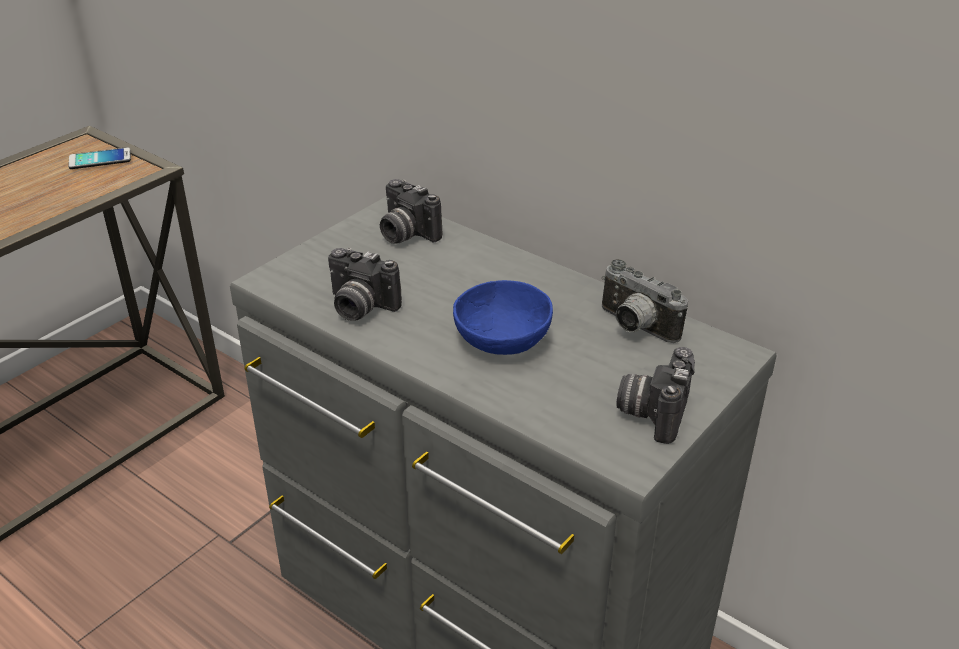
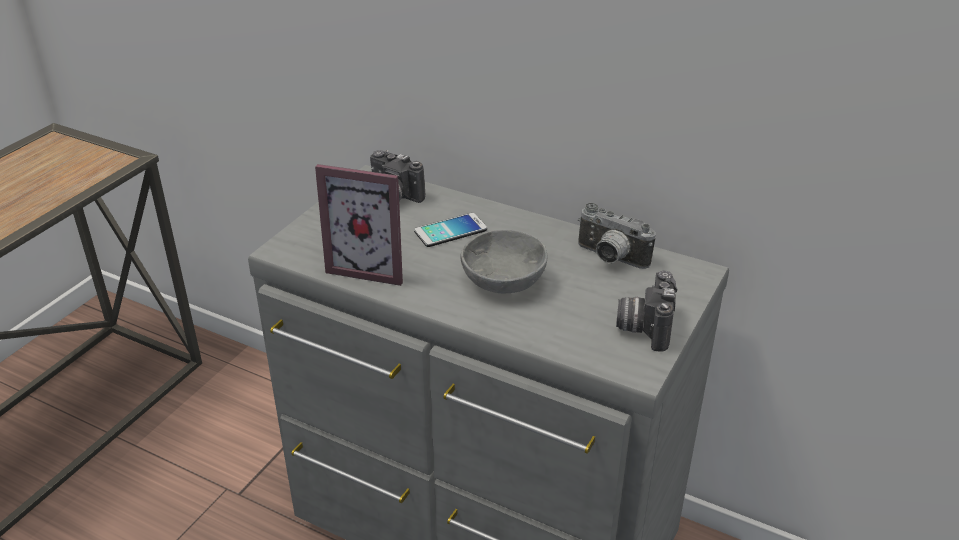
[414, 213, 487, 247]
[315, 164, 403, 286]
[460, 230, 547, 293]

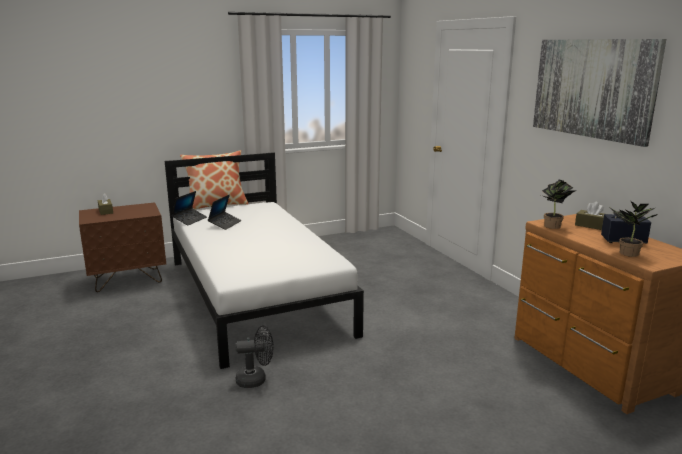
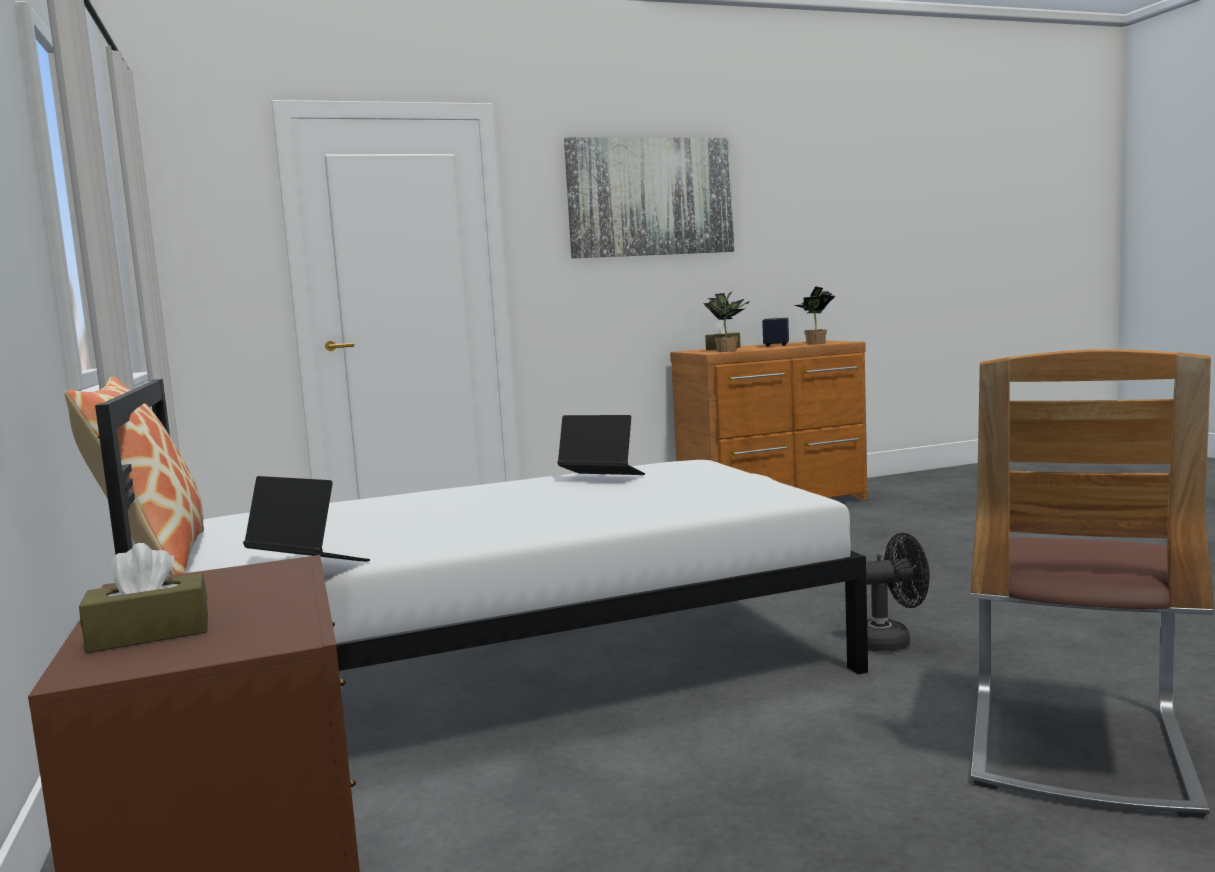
[557, 415, 645, 475]
[866, 533, 930, 651]
[971, 349, 1214, 818]

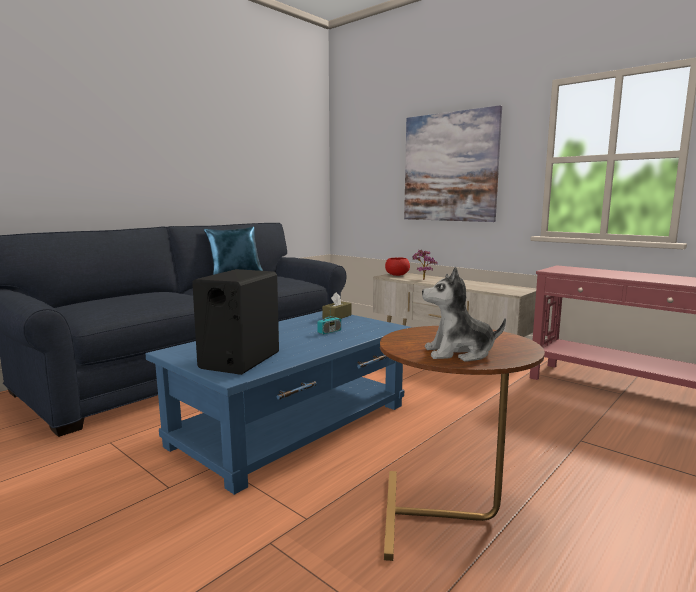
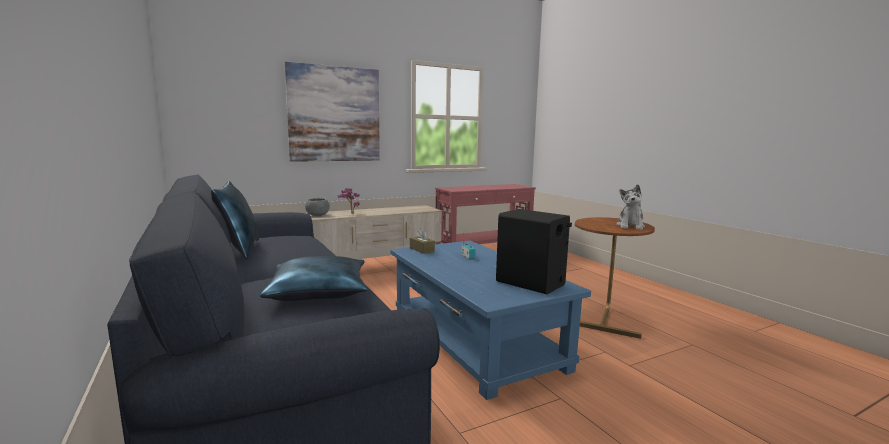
[305, 198, 330, 216]
[260, 256, 368, 301]

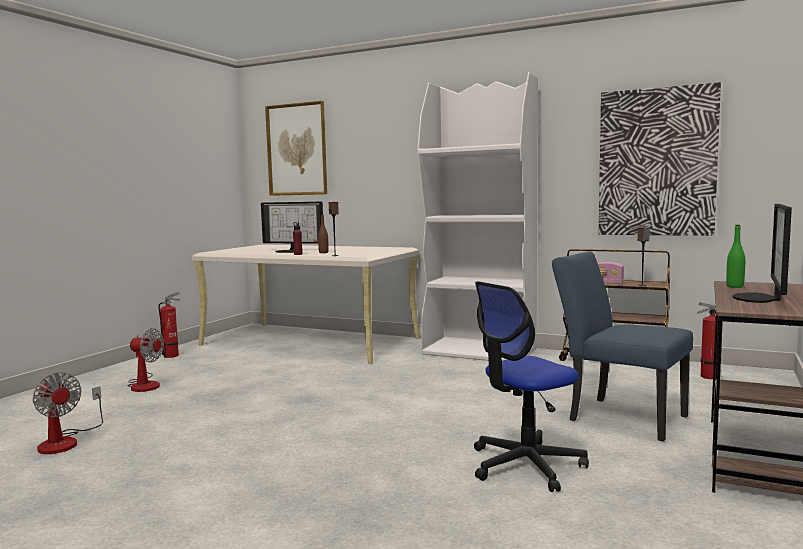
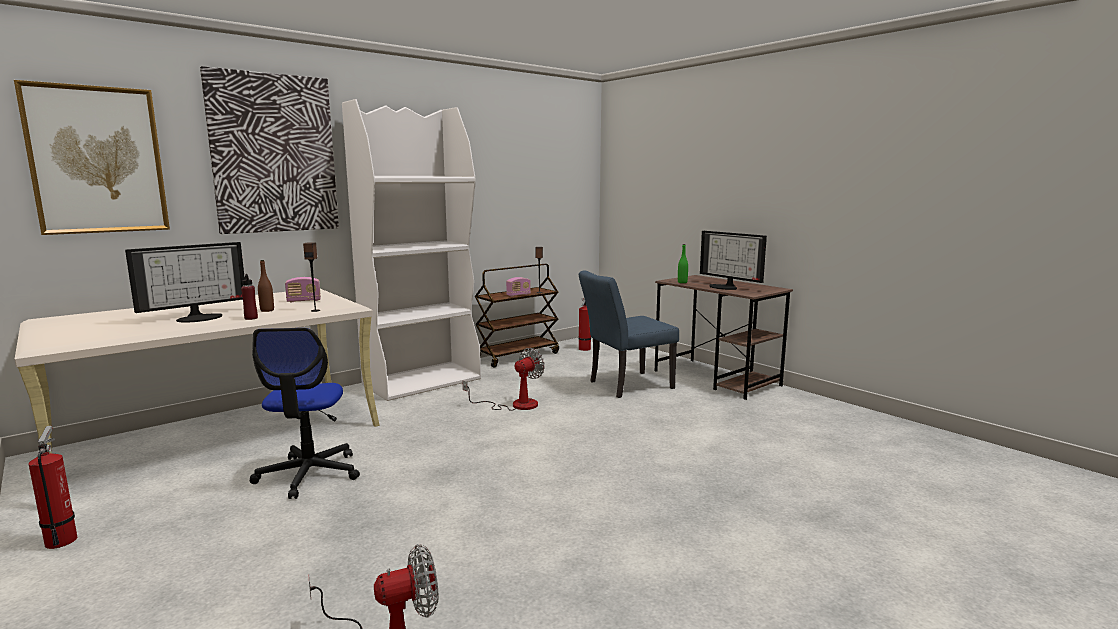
[200, 66, 339, 234]
[250, 328, 360, 499]
[463, 348, 545, 411]
[285, 277, 321, 302]

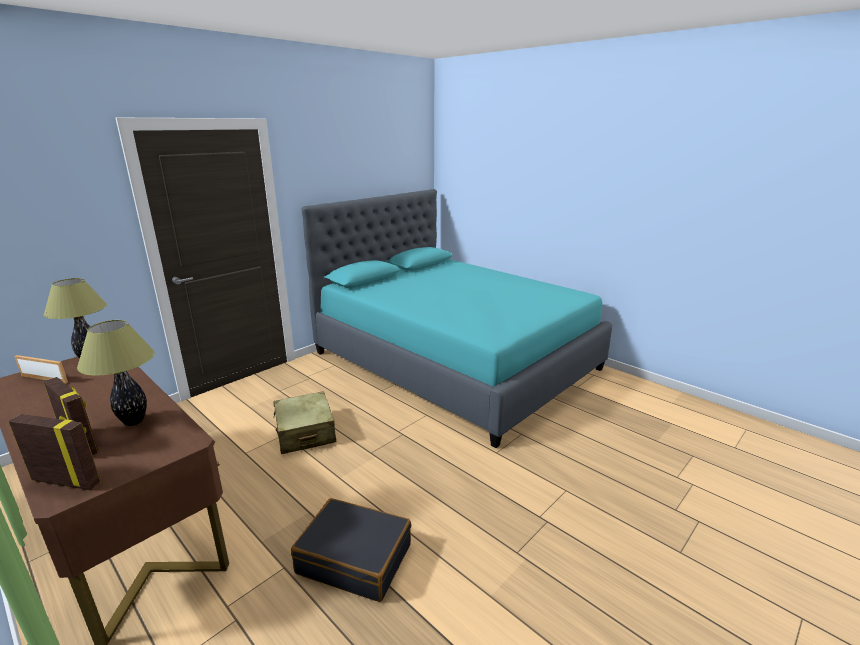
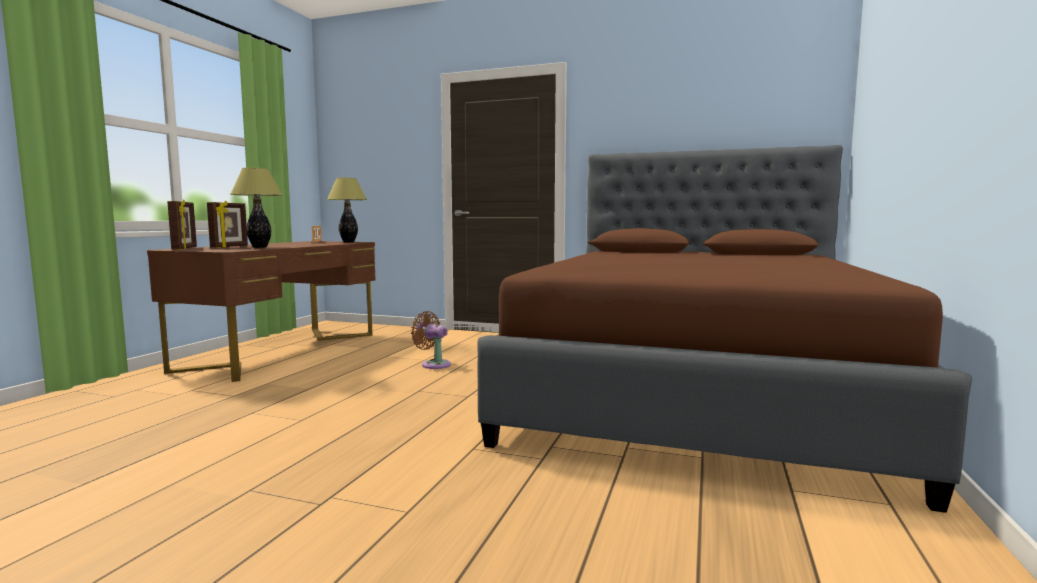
[477, 145, 972, 513]
[411, 311, 451, 369]
[291, 498, 411, 602] (first image)

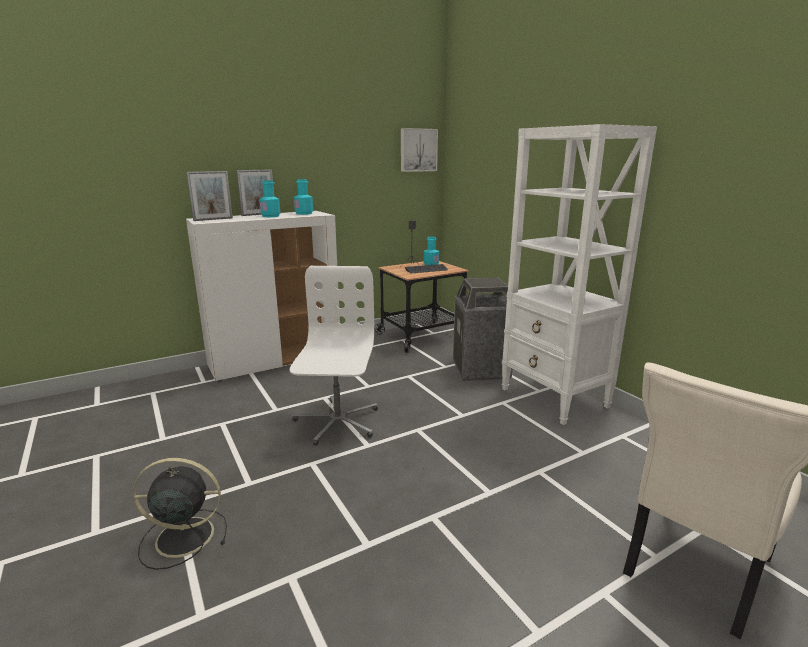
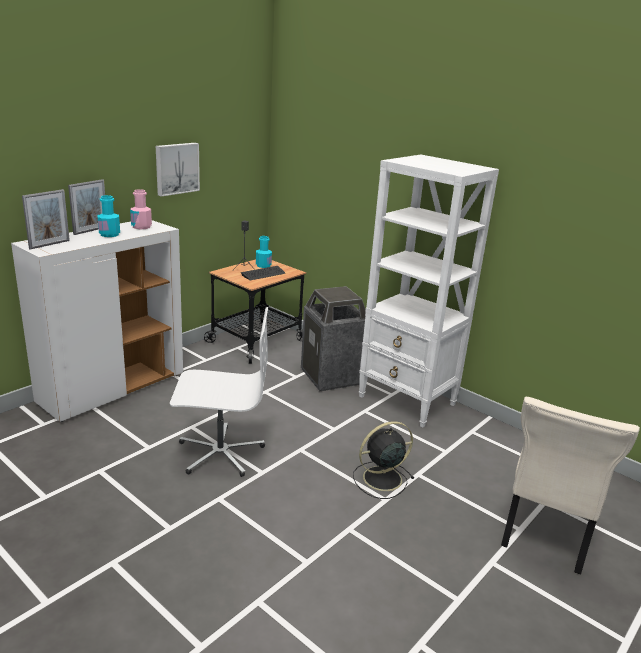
[156, 143, 200, 197]
[130, 189, 152, 229]
[170, 307, 268, 477]
[353, 421, 415, 499]

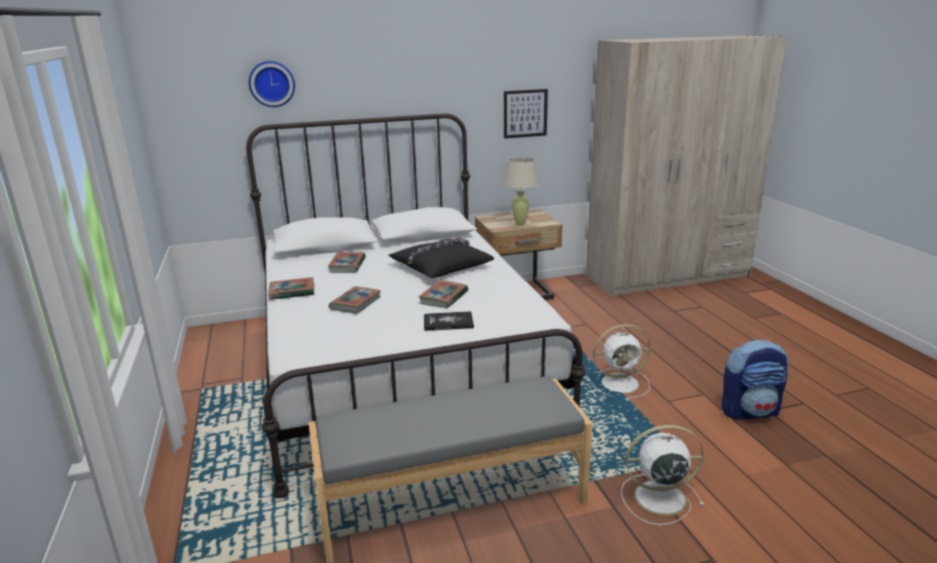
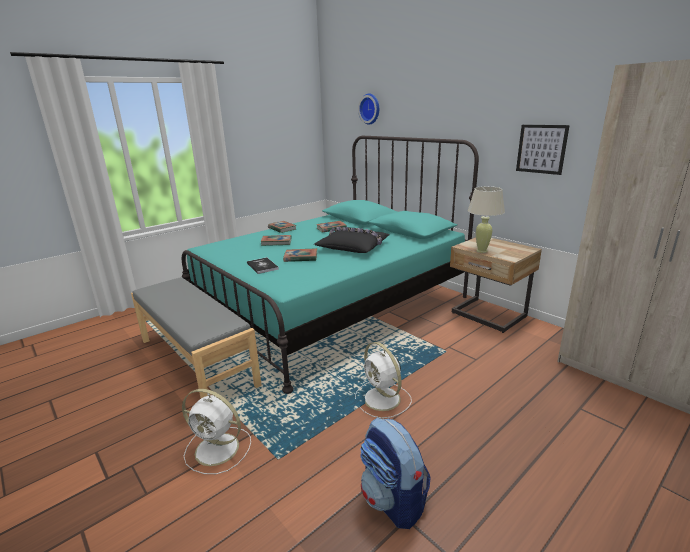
[182, 136, 479, 394]
[182, 389, 251, 474]

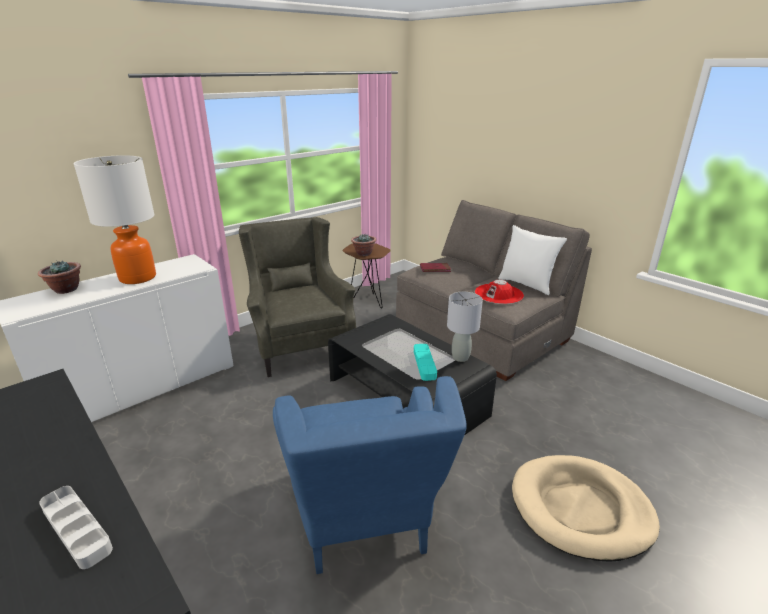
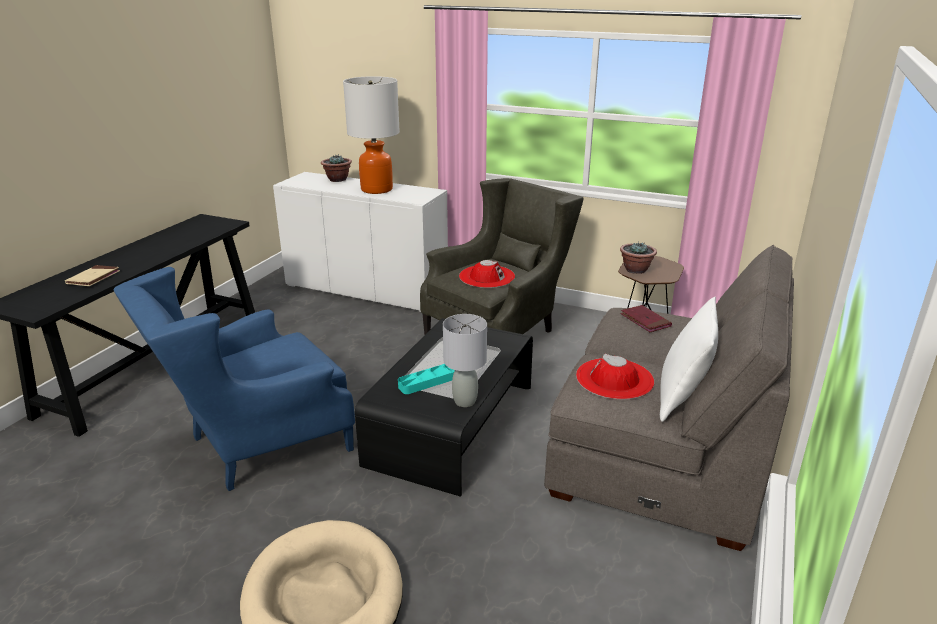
[65, 265, 120, 286]
[459, 260, 515, 288]

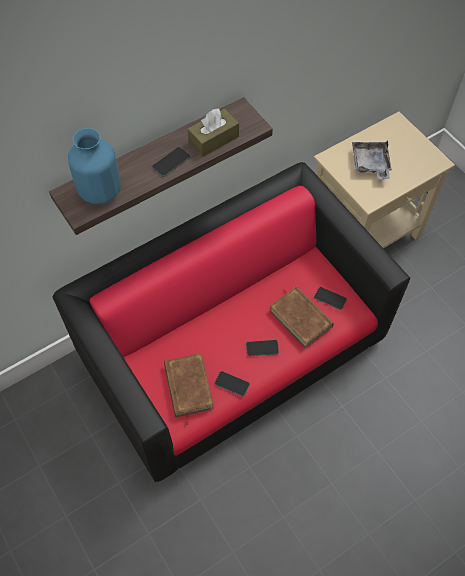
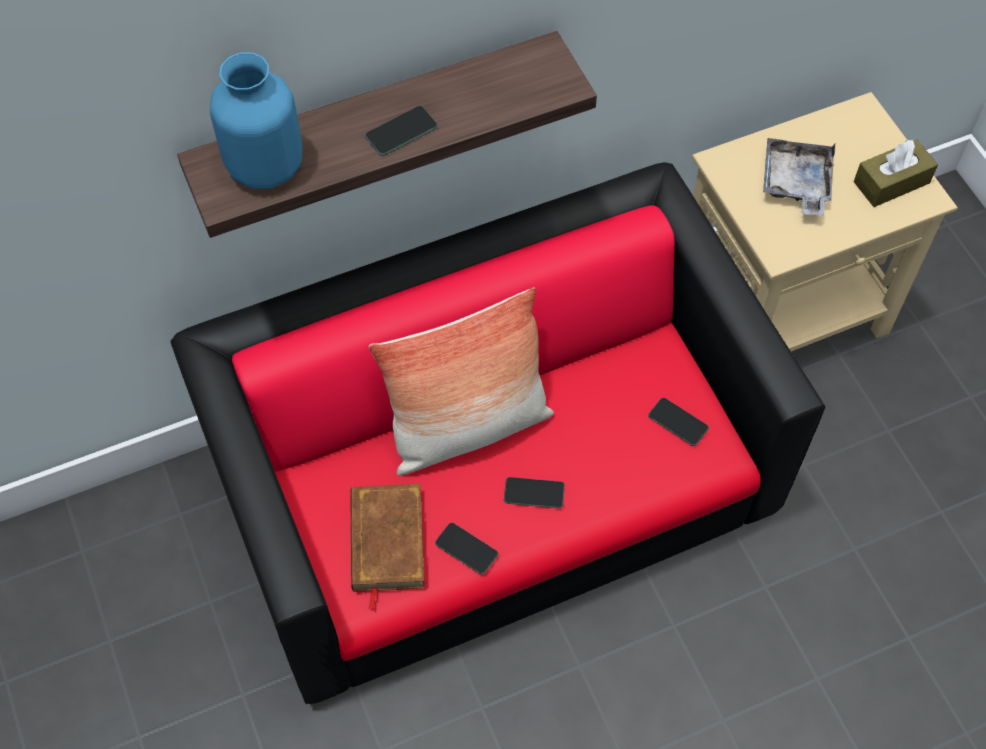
[854, 139, 938, 207]
[269, 286, 334, 349] (first image)
[369, 287, 554, 476]

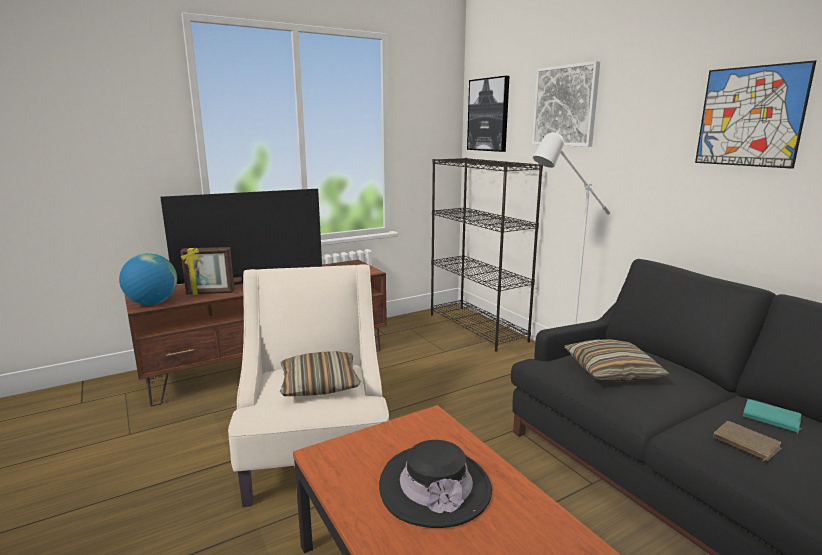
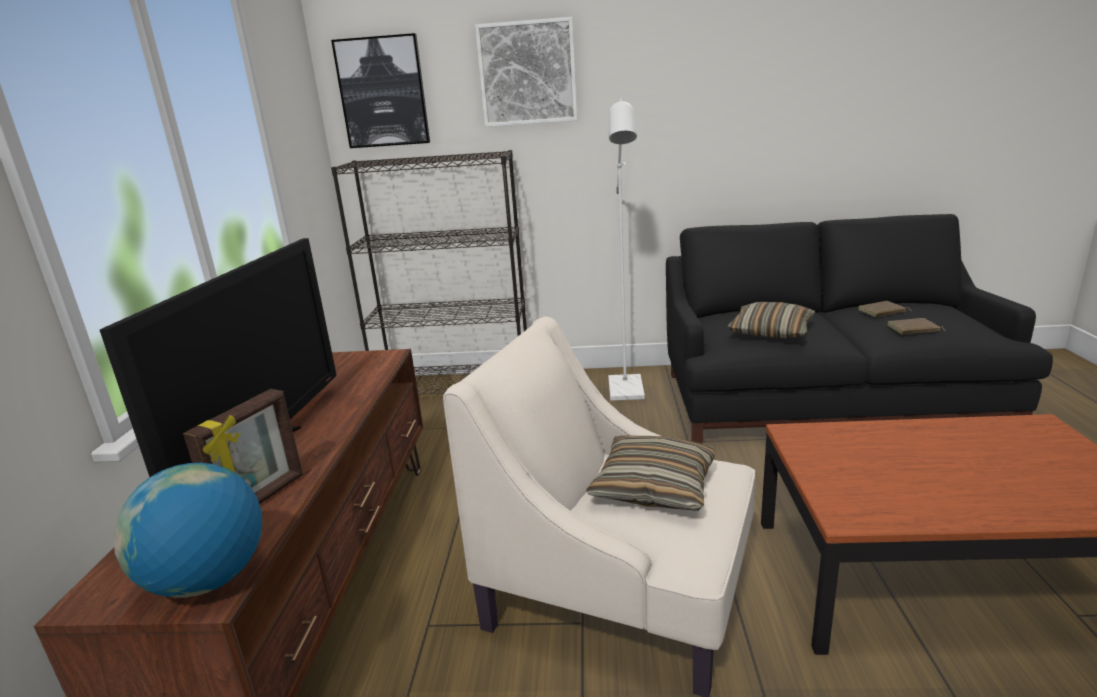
[695, 60, 816, 169] (first image)
[858, 301, 908, 317]
[379, 440, 492, 528] (first image)

